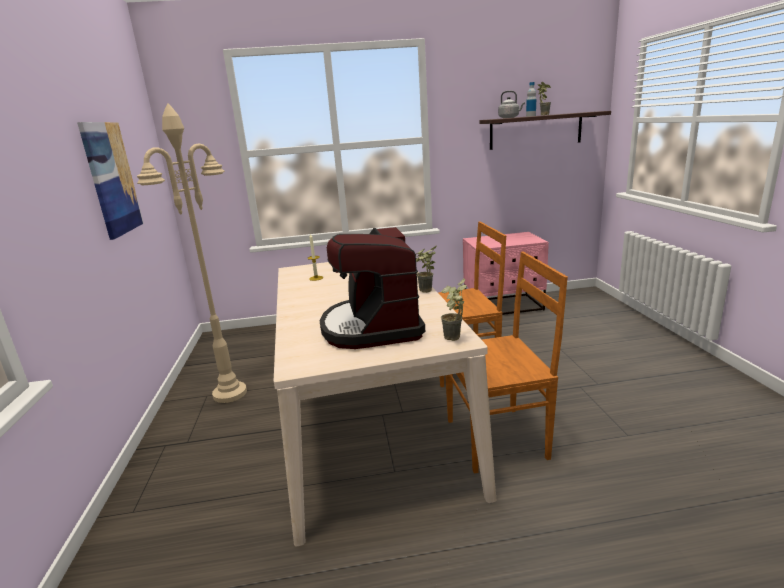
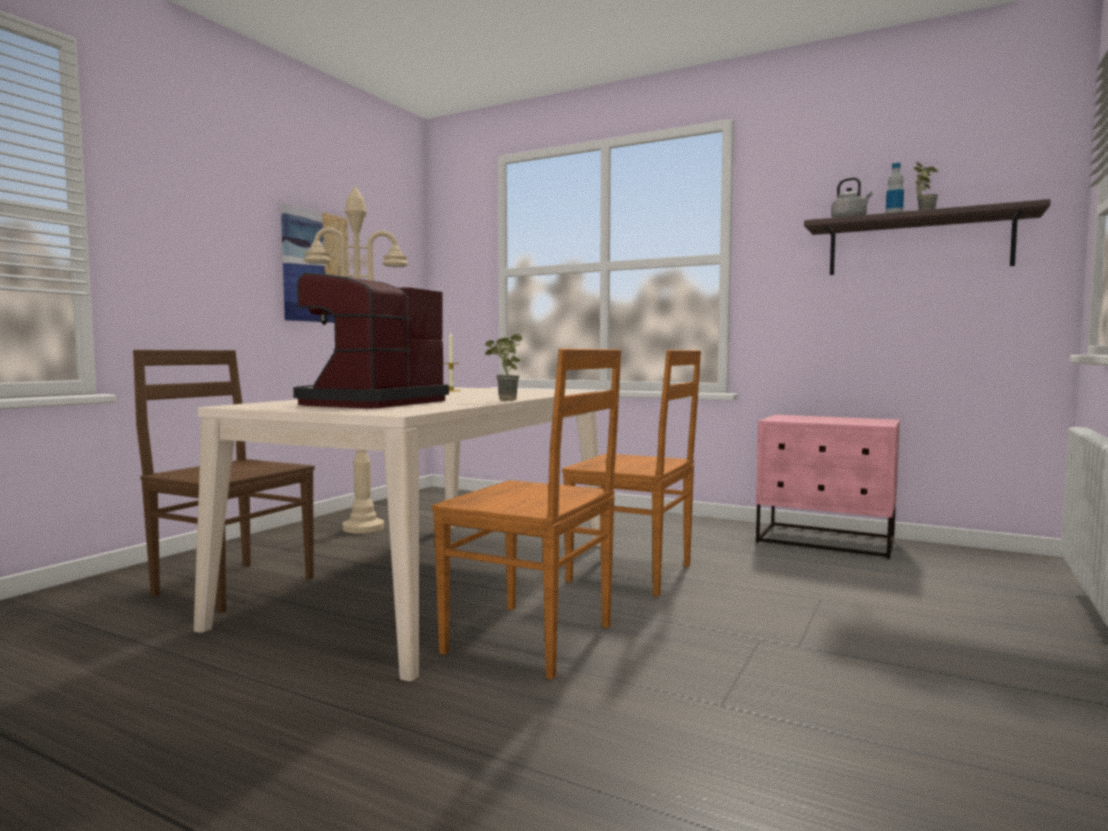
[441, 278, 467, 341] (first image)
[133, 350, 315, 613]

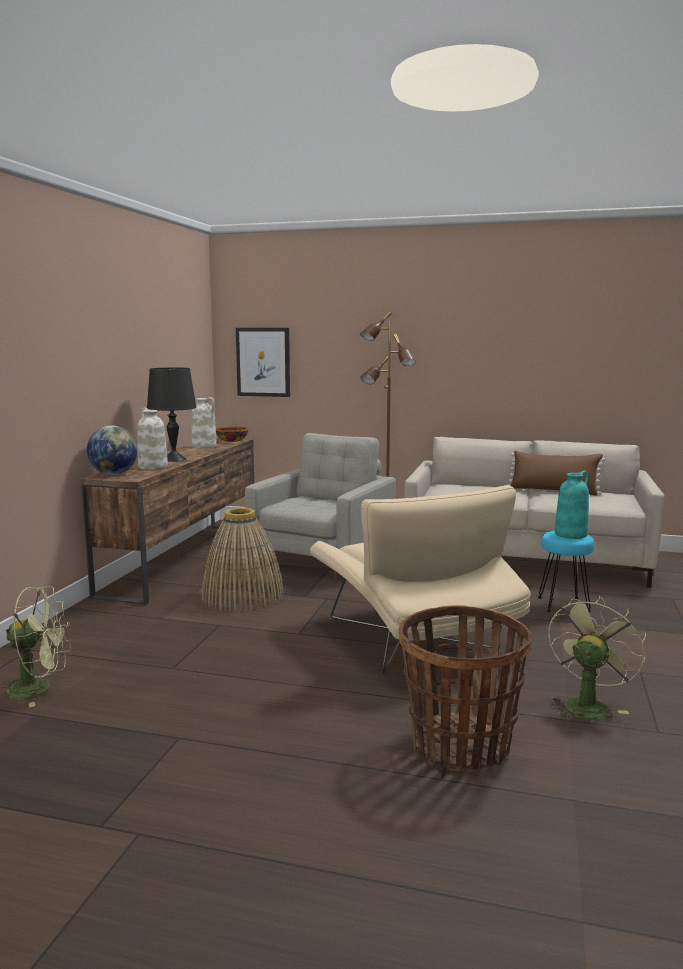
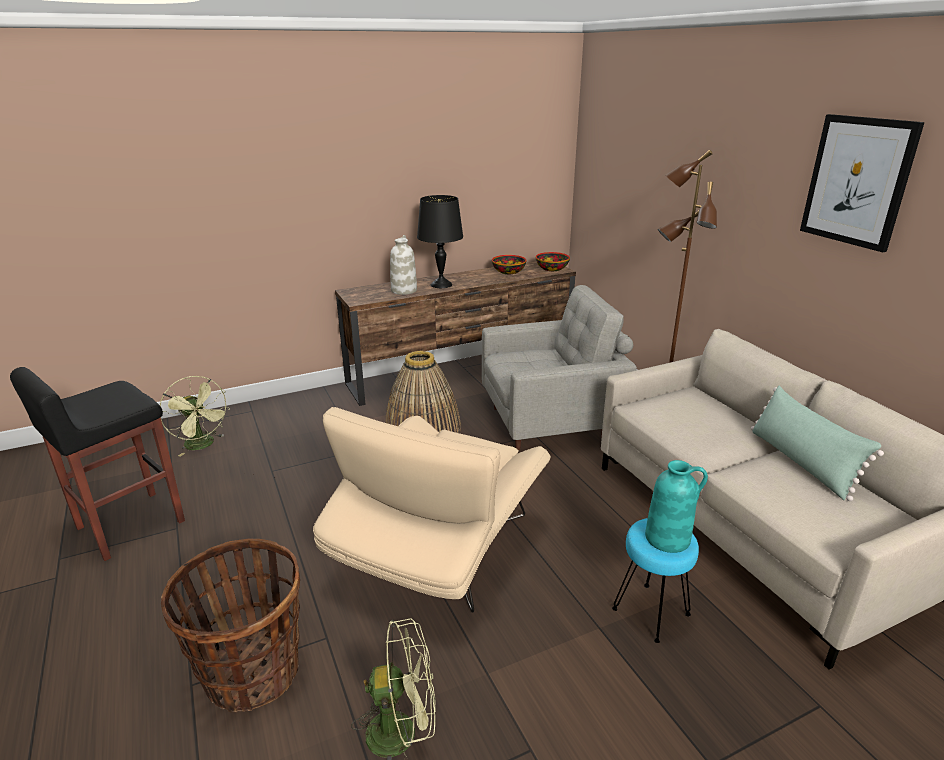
[800, 114, 925, 252]
[492, 255, 527, 274]
[87, 425, 138, 475] (first image)
[751, 386, 884, 501]
[10, 367, 185, 561]

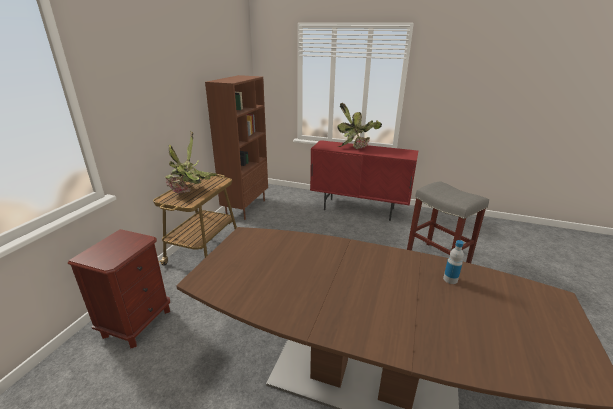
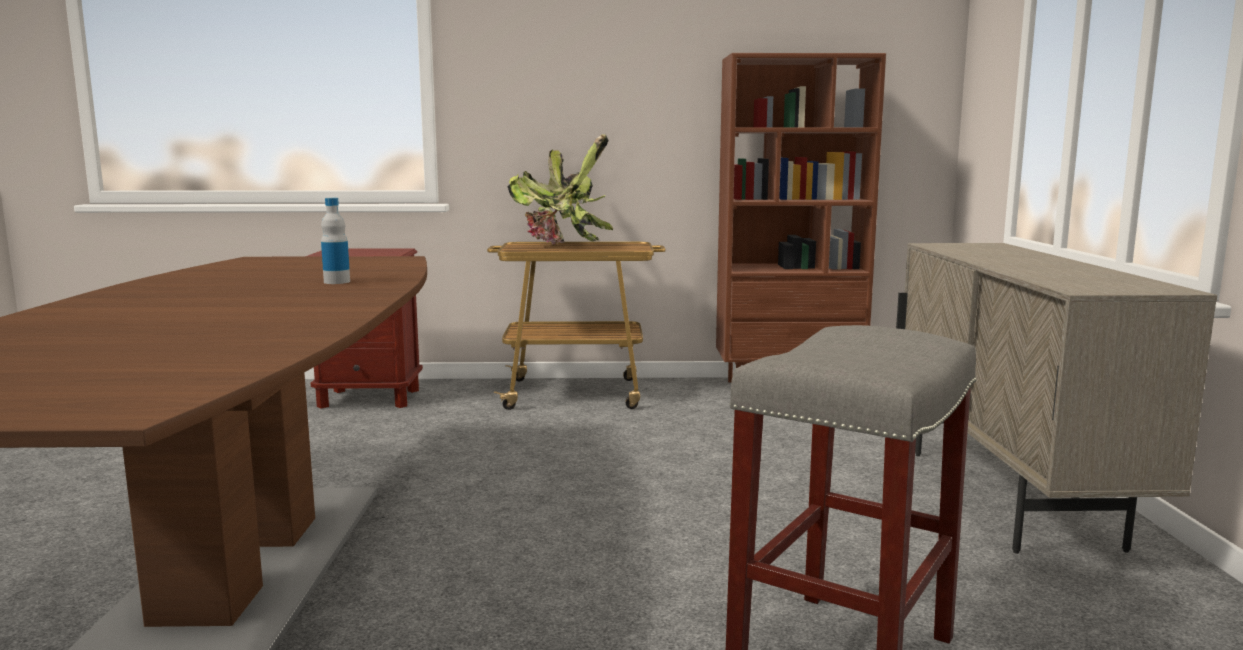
[337, 103, 382, 150] (first image)
[896, 243, 1217, 554]
[321, 198, 350, 284]

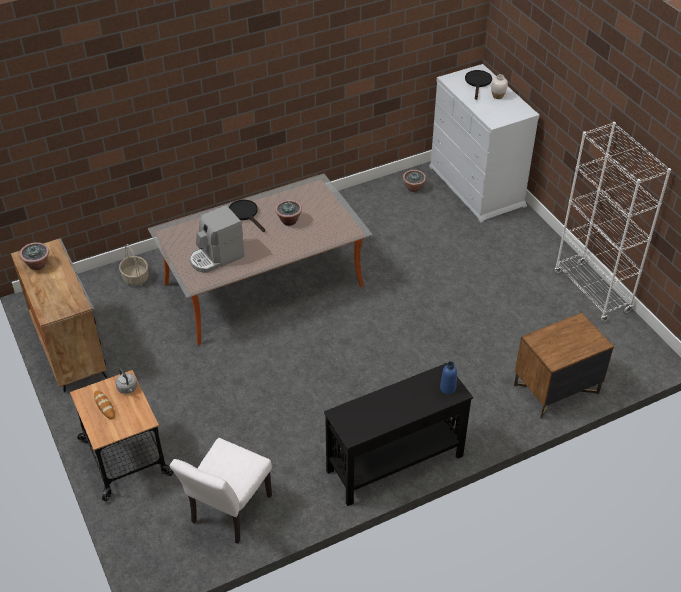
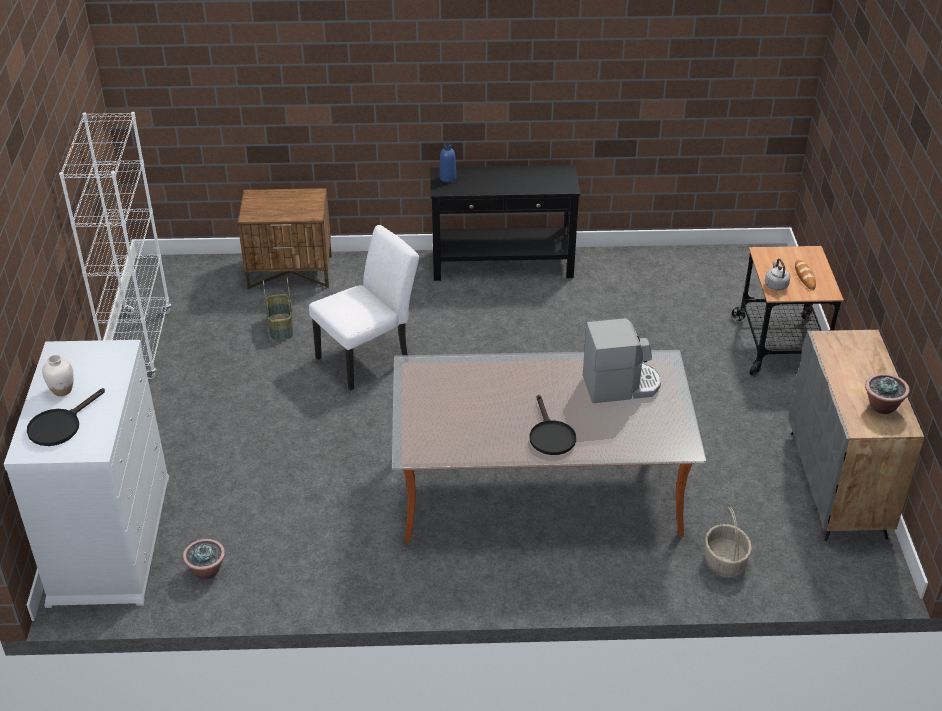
[275, 200, 302, 226] (first image)
[309, 225, 419, 390]
[263, 278, 293, 340]

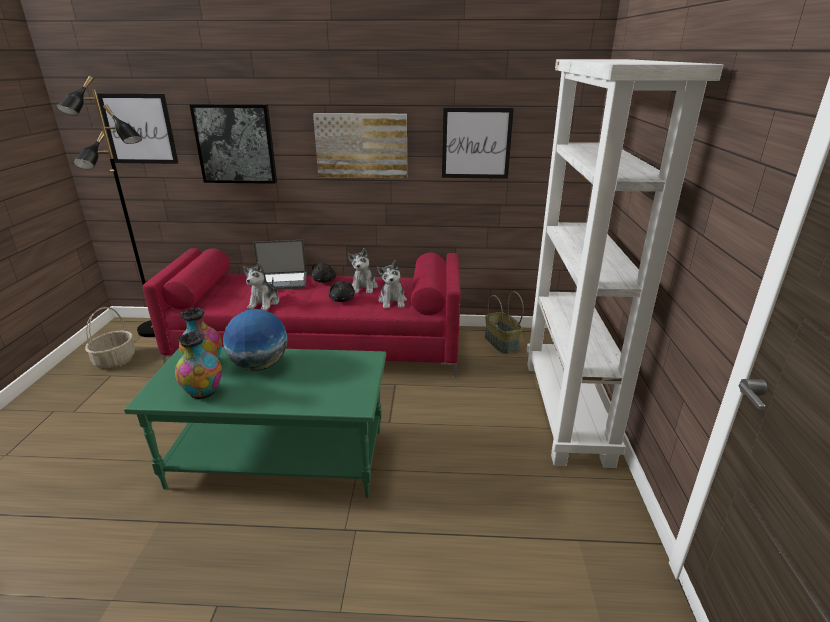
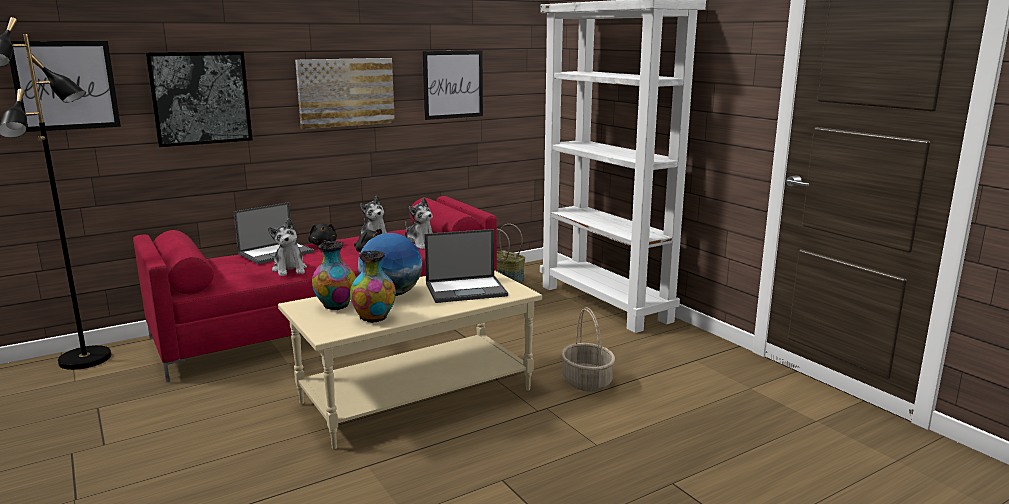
[561, 307, 615, 392]
[278, 270, 542, 449]
[424, 229, 508, 303]

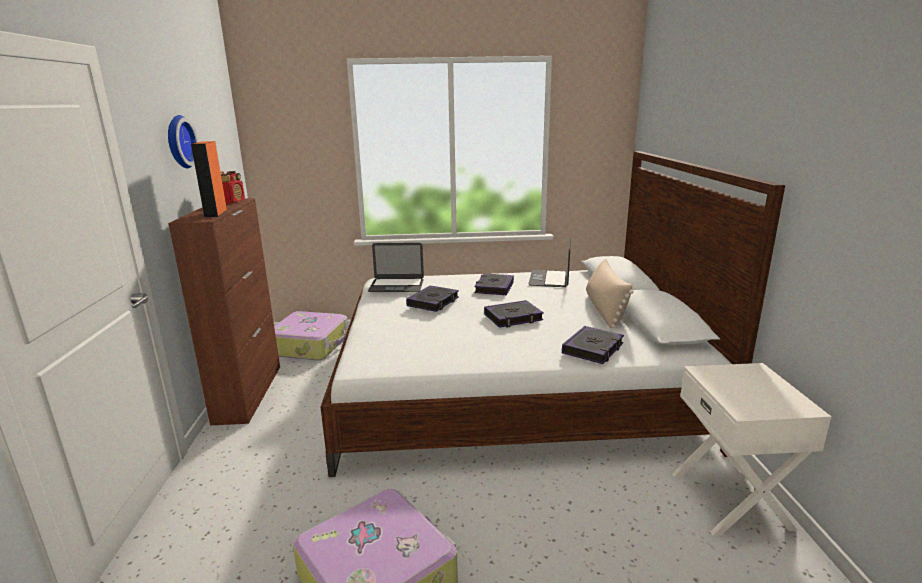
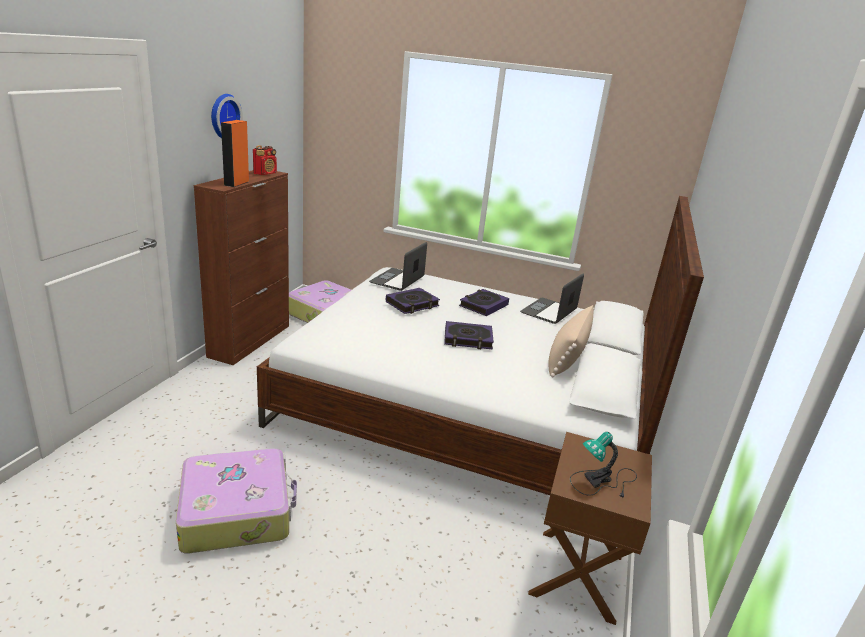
[369, 242, 427, 291]
[562, 326, 624, 364] (first image)
[528, 432, 652, 625]
[570, 432, 637, 498]

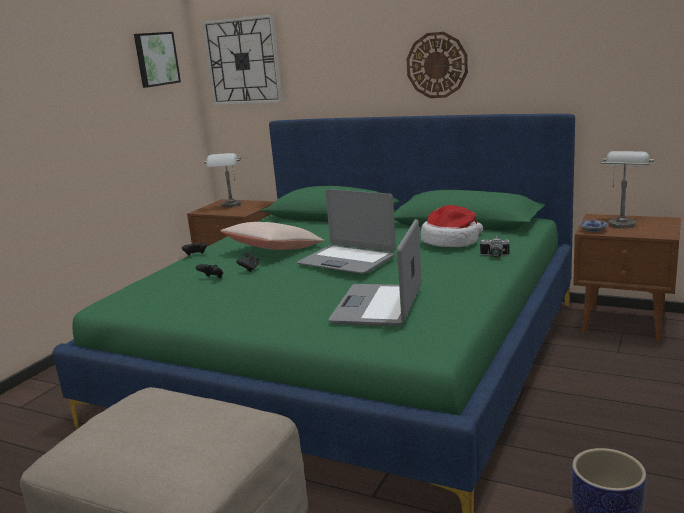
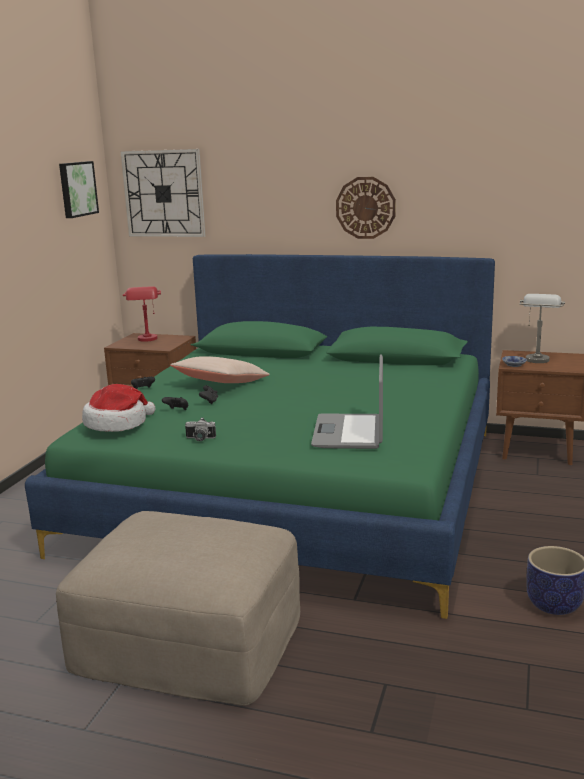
[123, 286, 161, 342]
[297, 189, 396, 274] (first image)
[82, 384, 155, 432]
[185, 417, 216, 441]

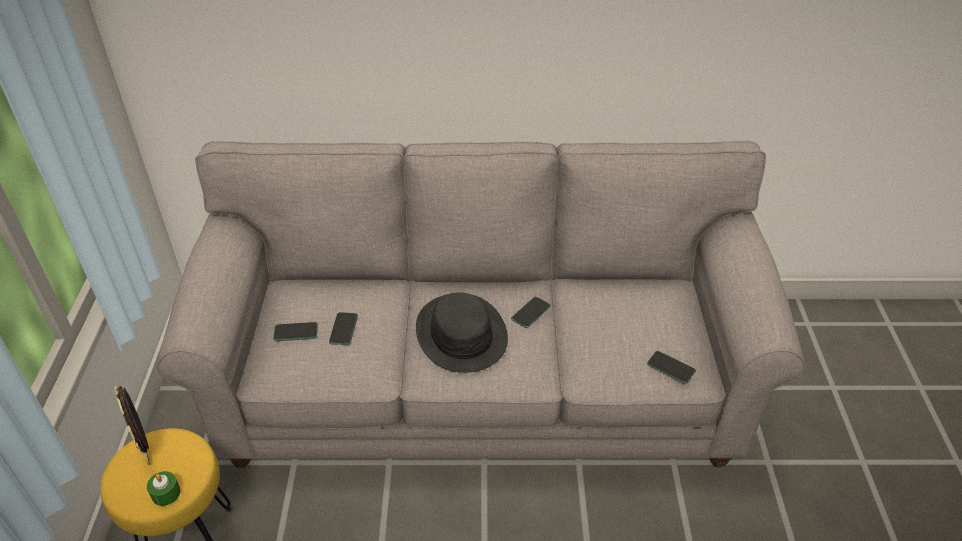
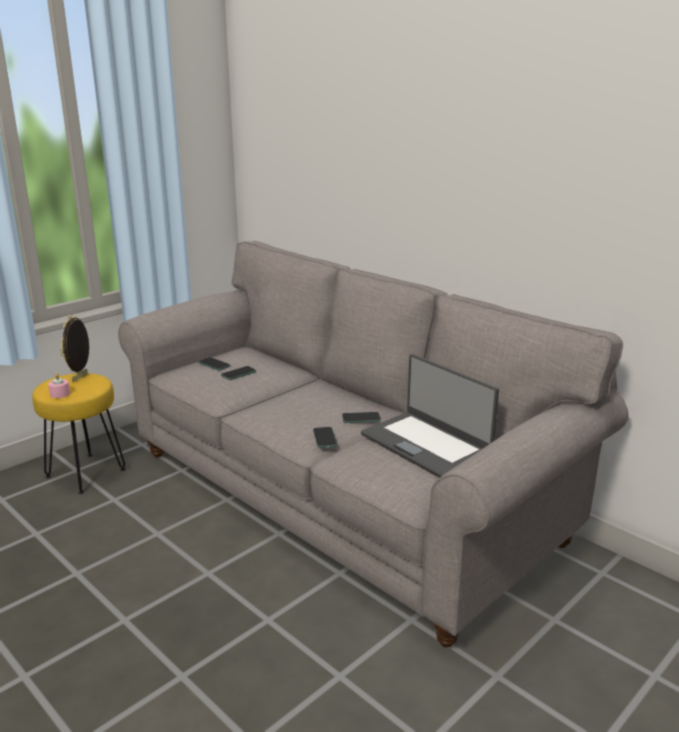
[416, 292, 508, 373] (first image)
[313, 427, 337, 448]
[48, 373, 70, 398]
[361, 354, 499, 478]

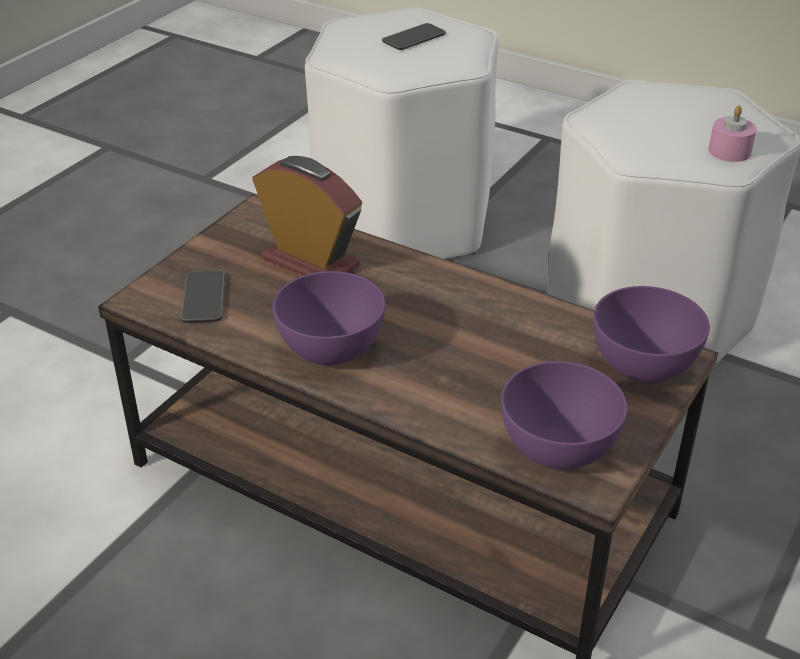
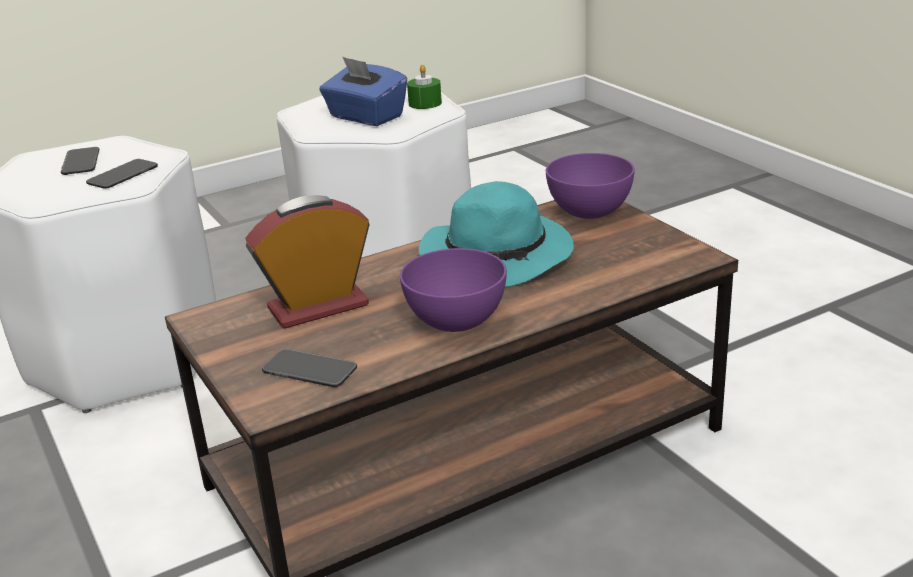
[407, 64, 442, 109]
[501, 361, 627, 470] (first image)
[319, 56, 407, 126]
[86, 159, 158, 189]
[419, 181, 574, 287]

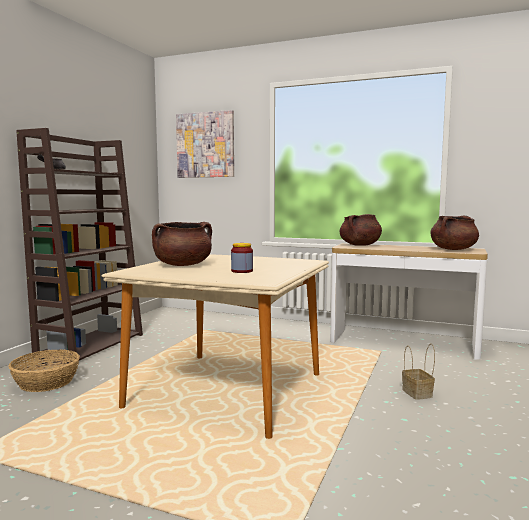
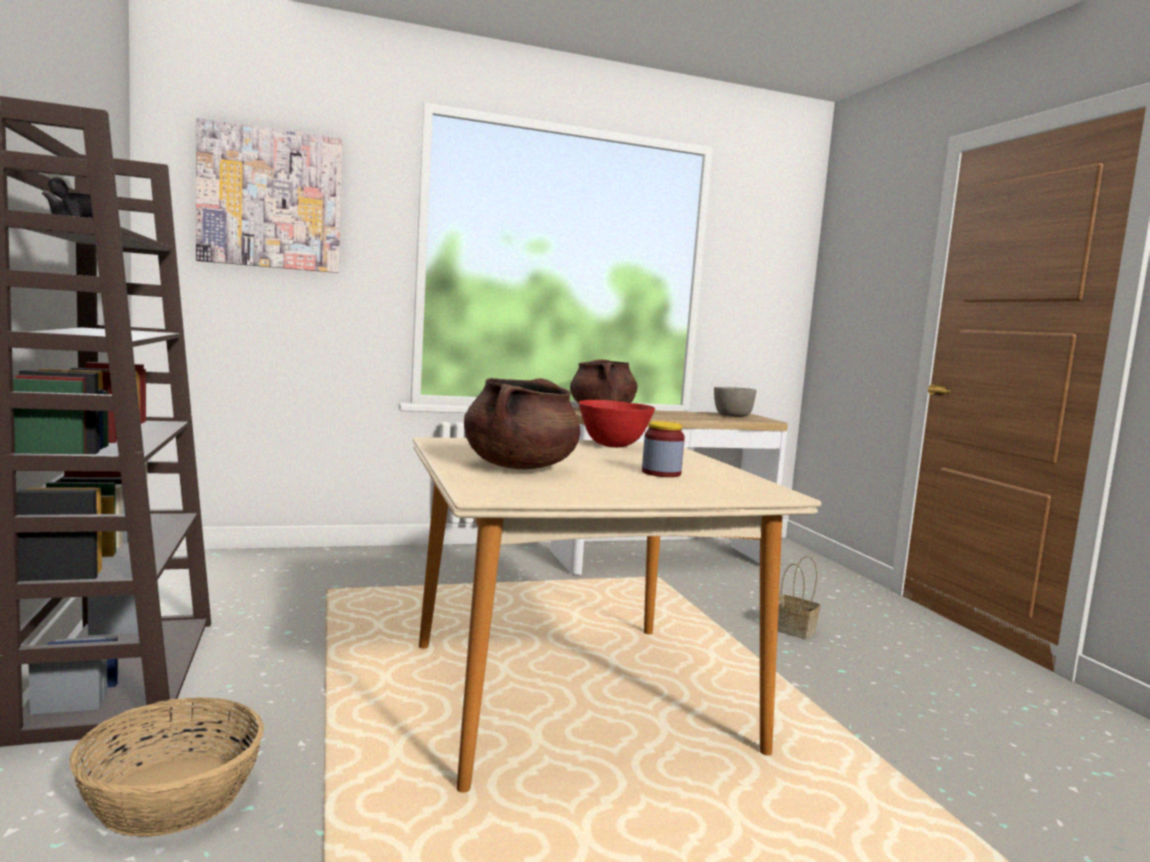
[714, 387, 757, 417]
[579, 400, 655, 447]

